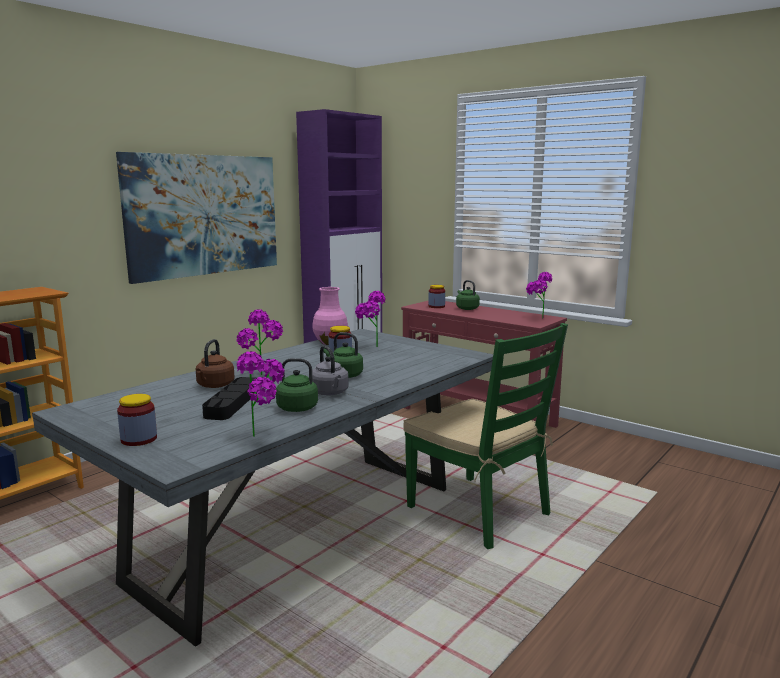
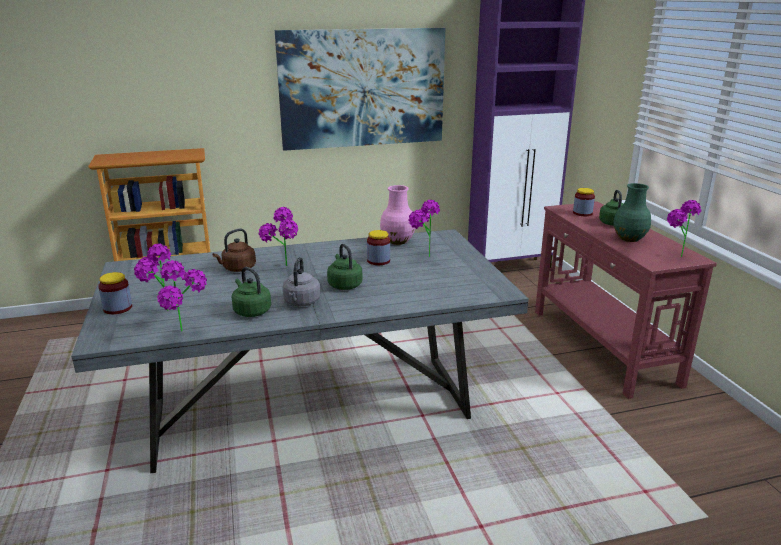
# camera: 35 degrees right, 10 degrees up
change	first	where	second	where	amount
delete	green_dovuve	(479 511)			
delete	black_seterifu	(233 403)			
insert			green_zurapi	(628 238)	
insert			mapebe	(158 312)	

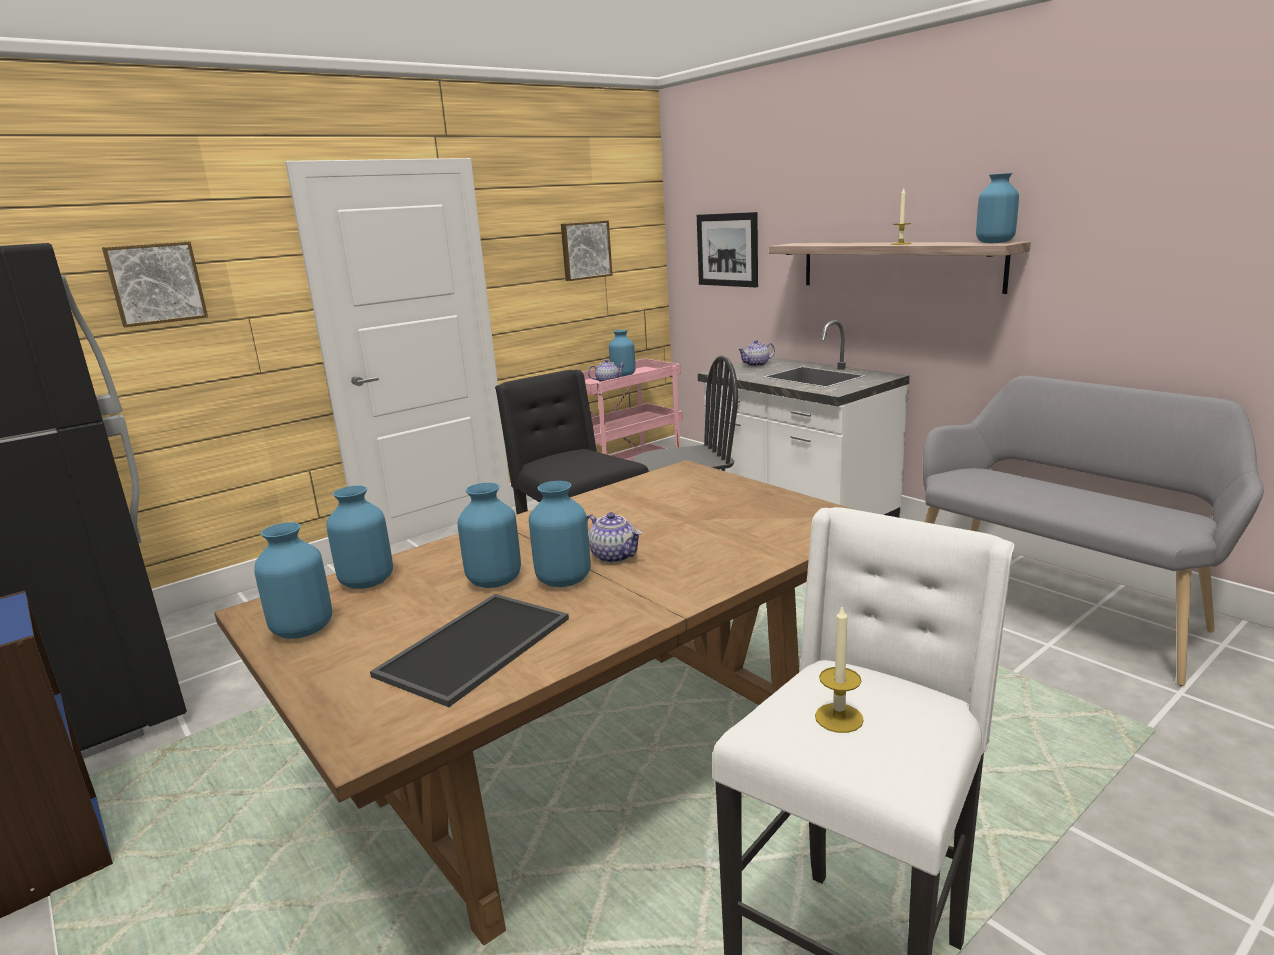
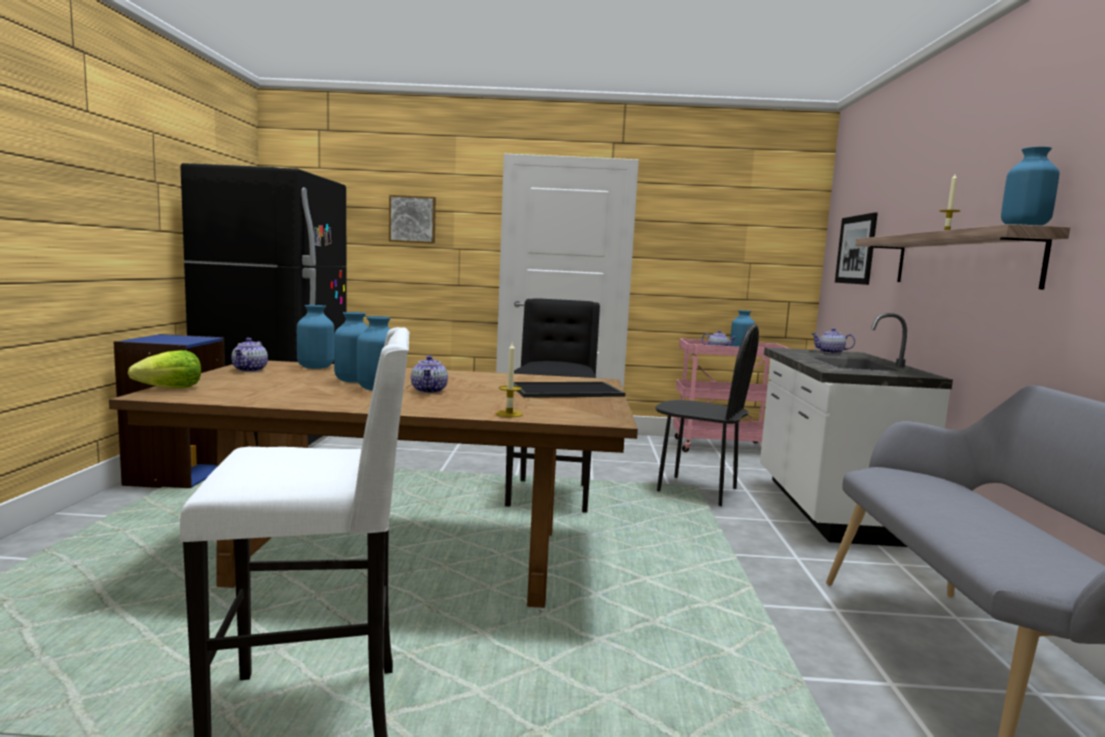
# camera: 40 degrees right, 10 degrees down
change	first	where	second	where	amount
delete	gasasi	(585 250)			
replace	blue_zurapi	(303 629)	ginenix	(250 370)	
move	seterifu	(476 648)		(565 391)	
move	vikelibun	(839 718)		(509 414)	
insert			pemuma	(171 389)	

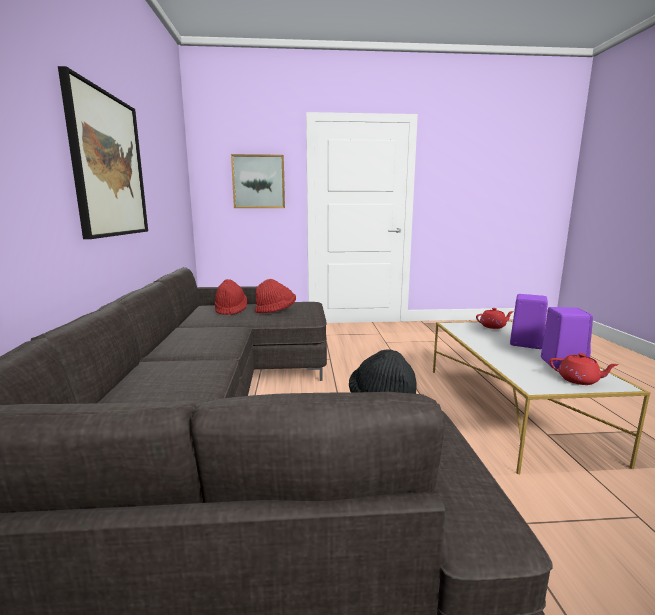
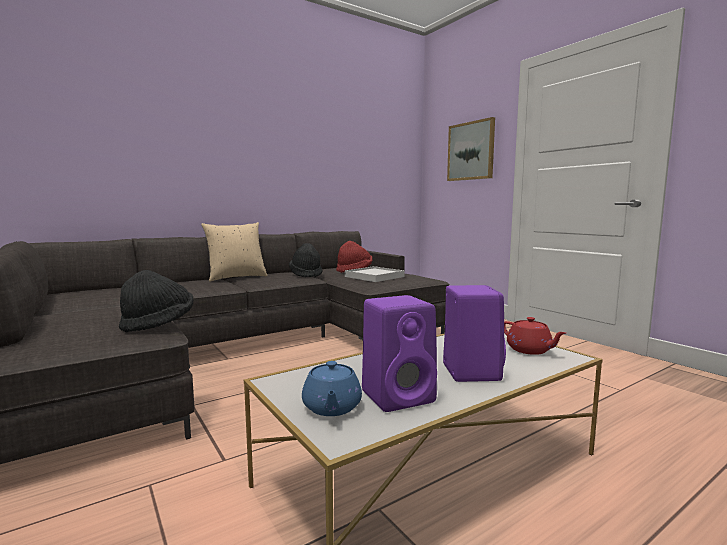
# camera: 60 degrees right, 5 degrees down
change	first	where	second	where	amount
delete	gasasi	(108 165)			
replace	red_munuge	(276 311)	white_seterifu	(374 277)	
recolor	red_ginenix	(579 380)	blue_ginenix	(331 407)	
insert			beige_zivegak	(236 277)	
insert			black_munuge	(306 274)	

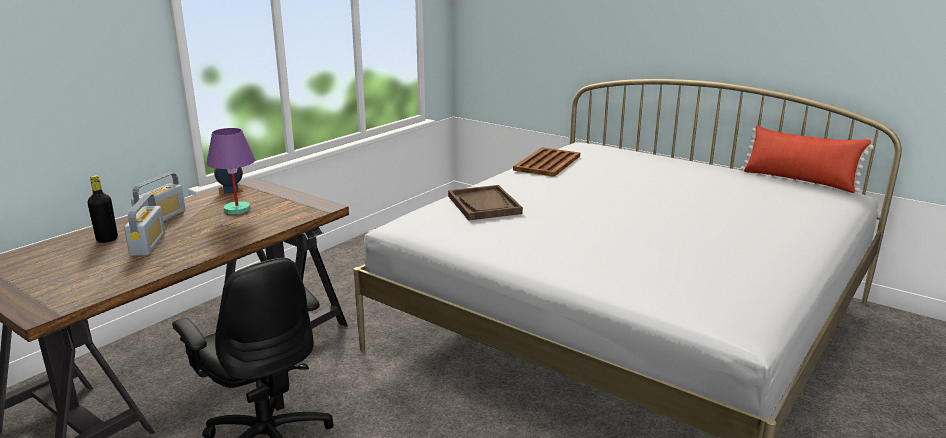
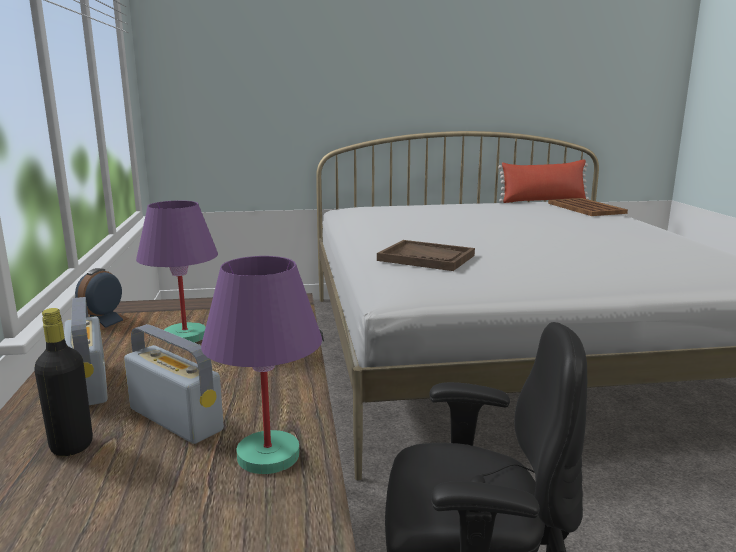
# camera: 45 degrees left, 5 degrees down
change	first	where	second	where	amount
move	brown_seterifu	(548 163)		(585 208)	
insert			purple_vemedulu	(270 456)	

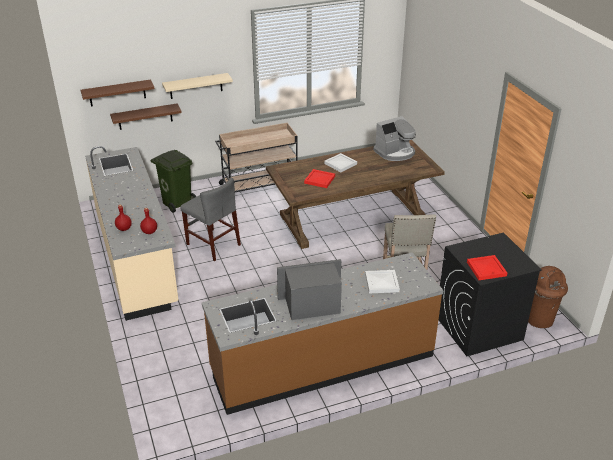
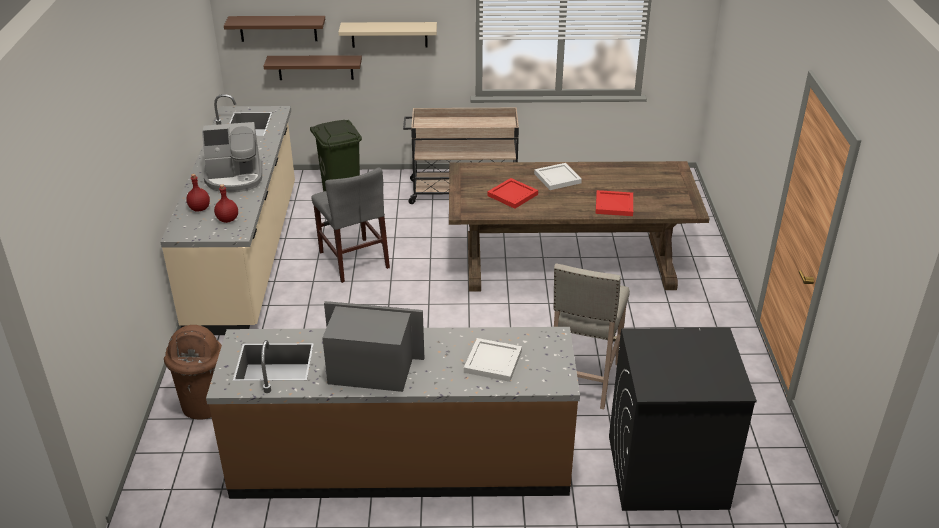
# camera: 20 degrees right, 0 degrees up
change	first	where	second	where	amount
move	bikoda	(395 152)		(234 178)	
move	red_seterifu	(485 268)		(613 204)	
move	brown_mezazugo	(540 319)		(204 405)	

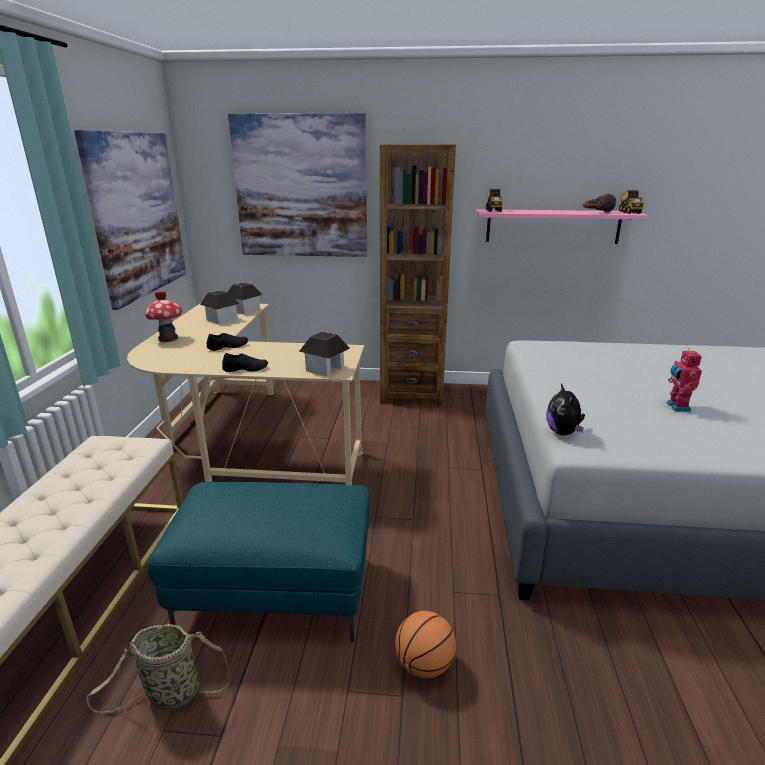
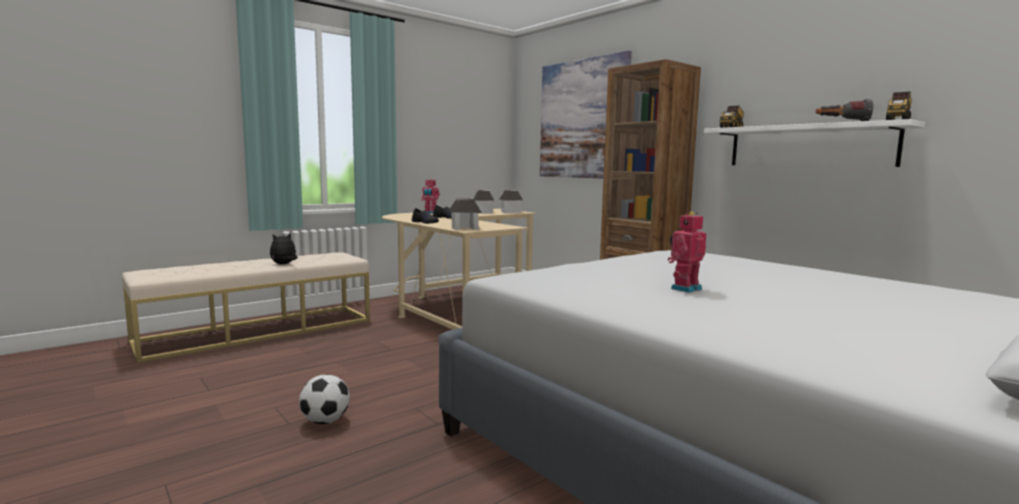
# camera: 45 degrees right, 15 degrees down
change	first	where	second	where	amount
delete	gasasi	(137 215)			
recolor	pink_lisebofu	(553 226)	white_lisebofu	(808 146)	
replace	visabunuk	(168 339)	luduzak	(430 213)	
move	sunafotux	(563 432)		(284 264)	
delete	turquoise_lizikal	(277 591)			
replace	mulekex	(424 665)	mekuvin	(325 421)	
delete	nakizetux	(169 695)			

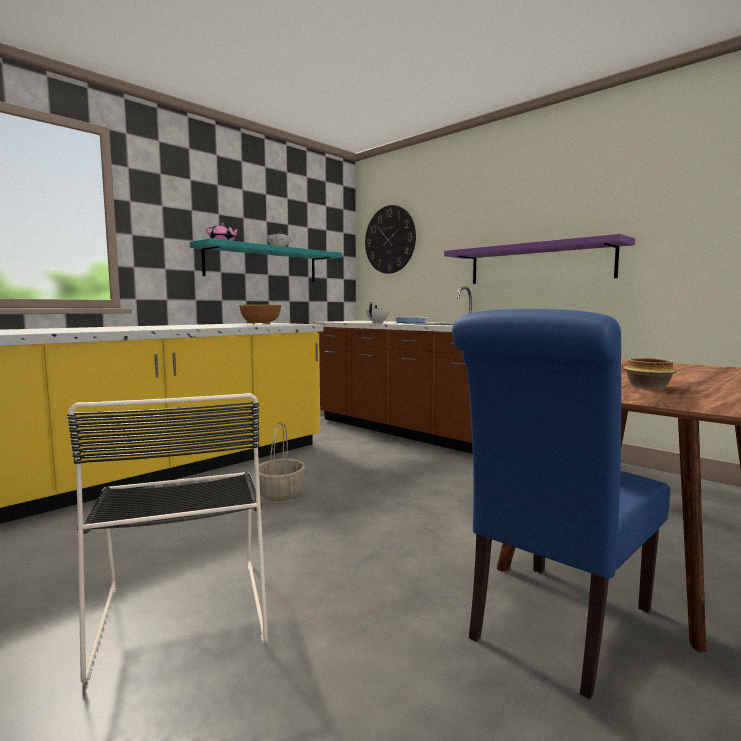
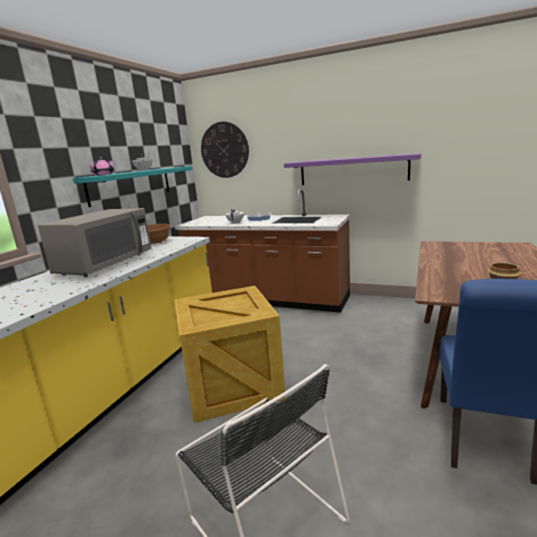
# camera: 20 degrees left, 10 degrees up
change	first	where	second	where	amount
replace	nakizetux	(280 493)	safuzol	(230 384)	
insert			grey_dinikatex	(105 265)	

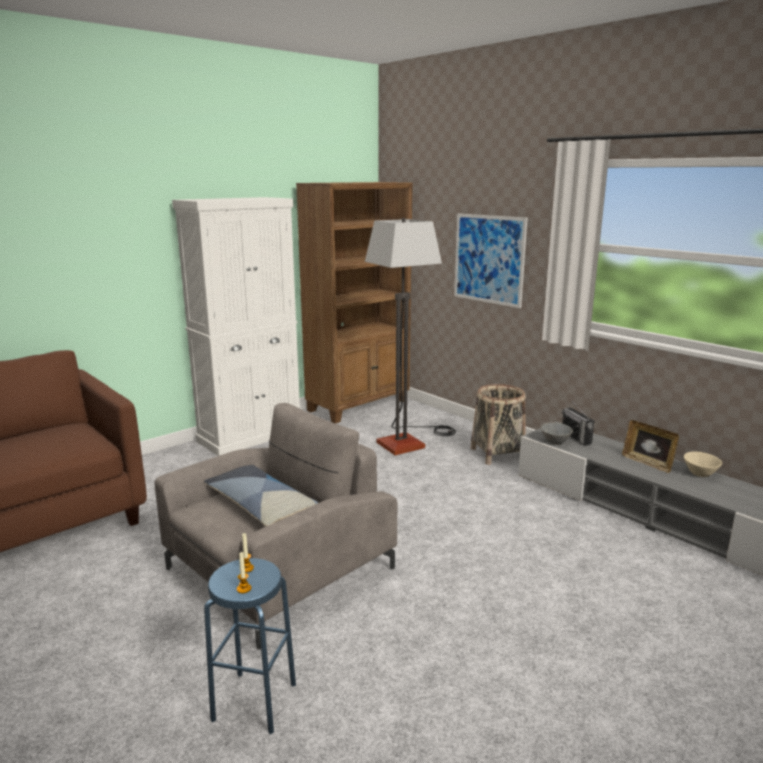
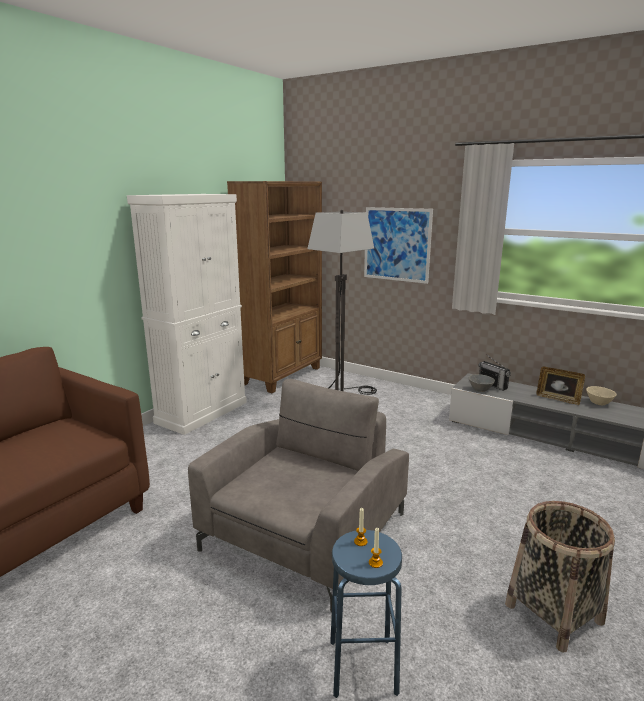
# camera: 15 degrees left, 0 degrees up
change	first	where	second	where	amount
move	nakizetux	(497 454)		(553 613)	
delete	zivegak	(259 504)			

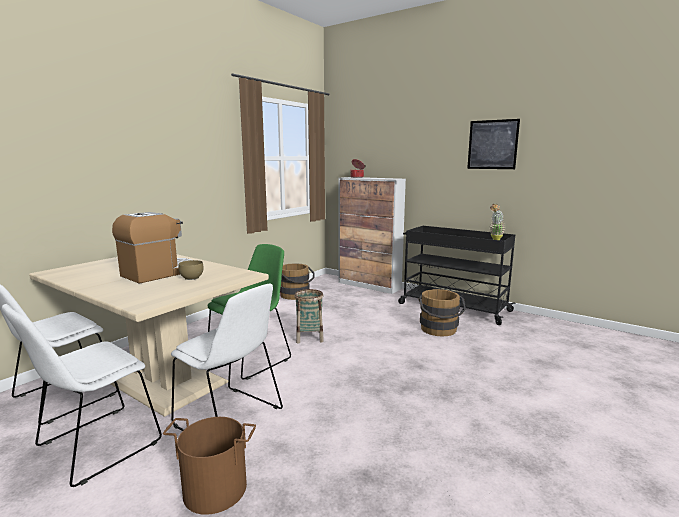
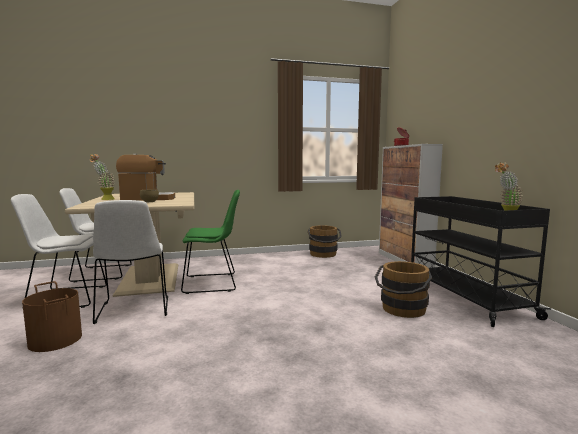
# camera: 40 degrees right, 5 degrees down
change	first	where	second	where	amount
delete	gasasi	(492 144)			
delete	nakizetux	(309 337)			
insert			mapebe	(104 199)	

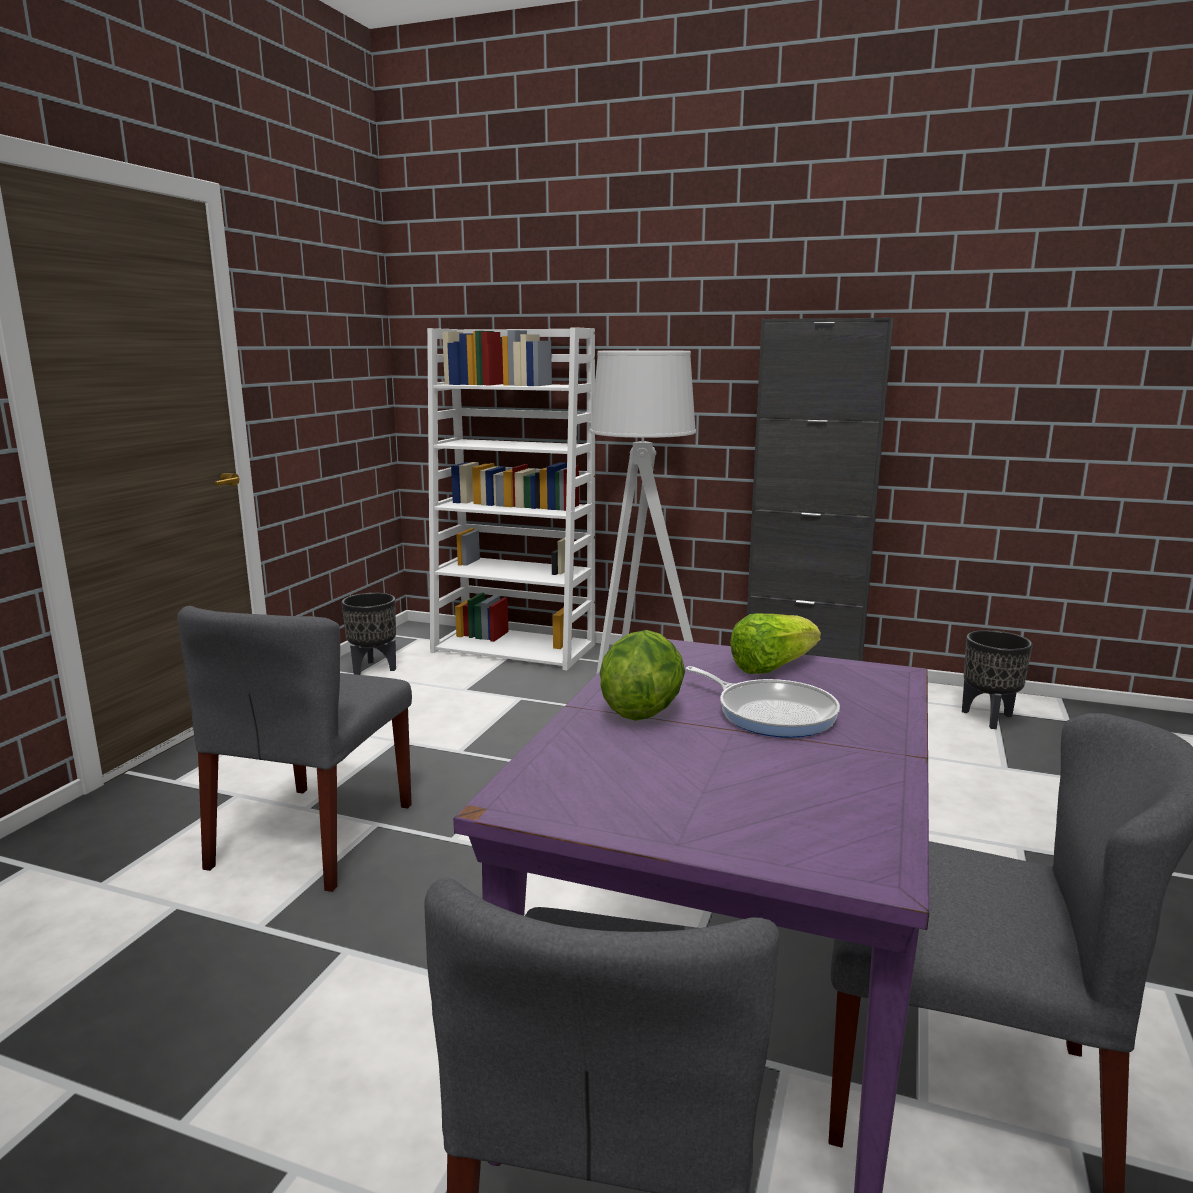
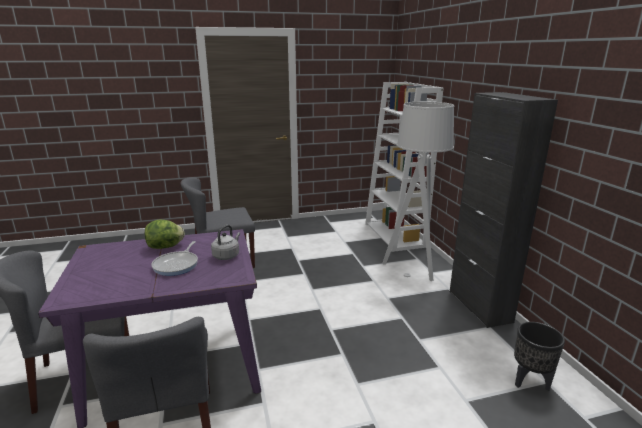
# camera: 55 degrees right, 5 degrees up
change	first	where	second	where	amount
delete	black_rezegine	(373 668)			
replace	pemuma	(771 667)	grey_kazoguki	(227 256)	

